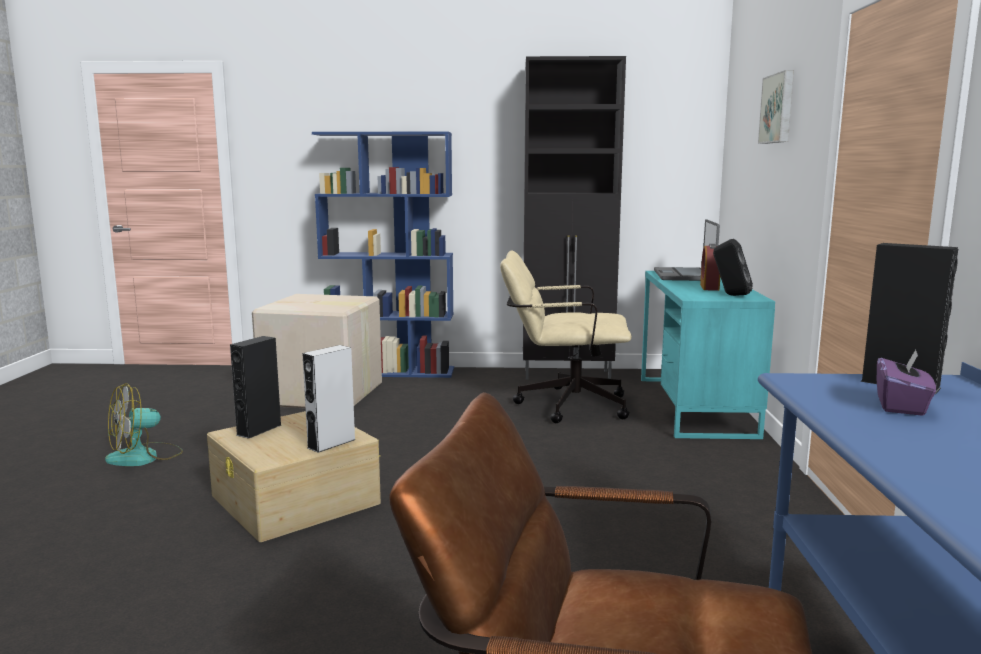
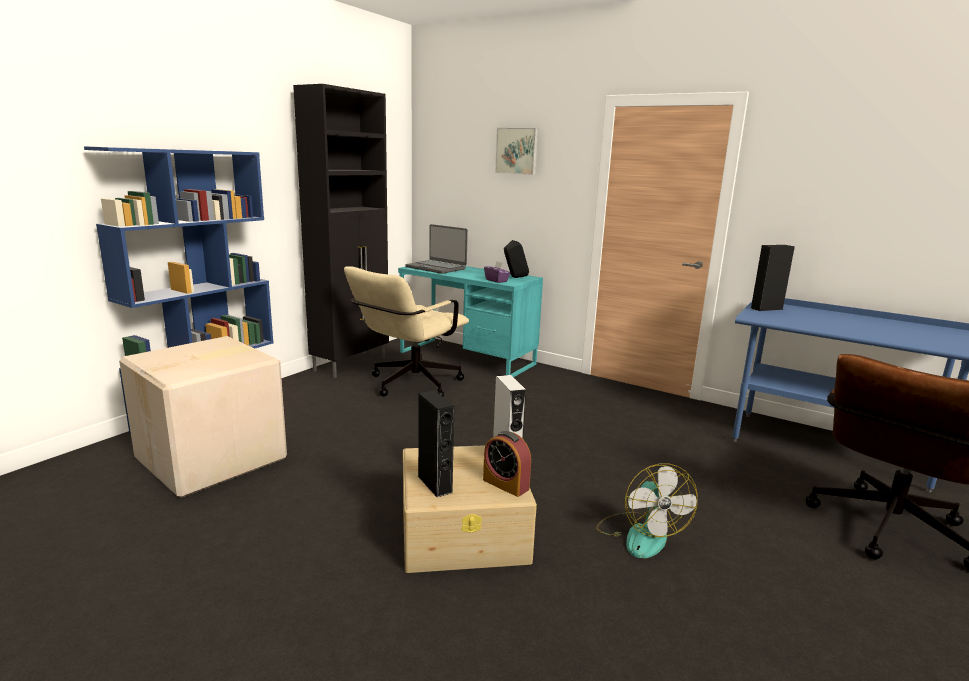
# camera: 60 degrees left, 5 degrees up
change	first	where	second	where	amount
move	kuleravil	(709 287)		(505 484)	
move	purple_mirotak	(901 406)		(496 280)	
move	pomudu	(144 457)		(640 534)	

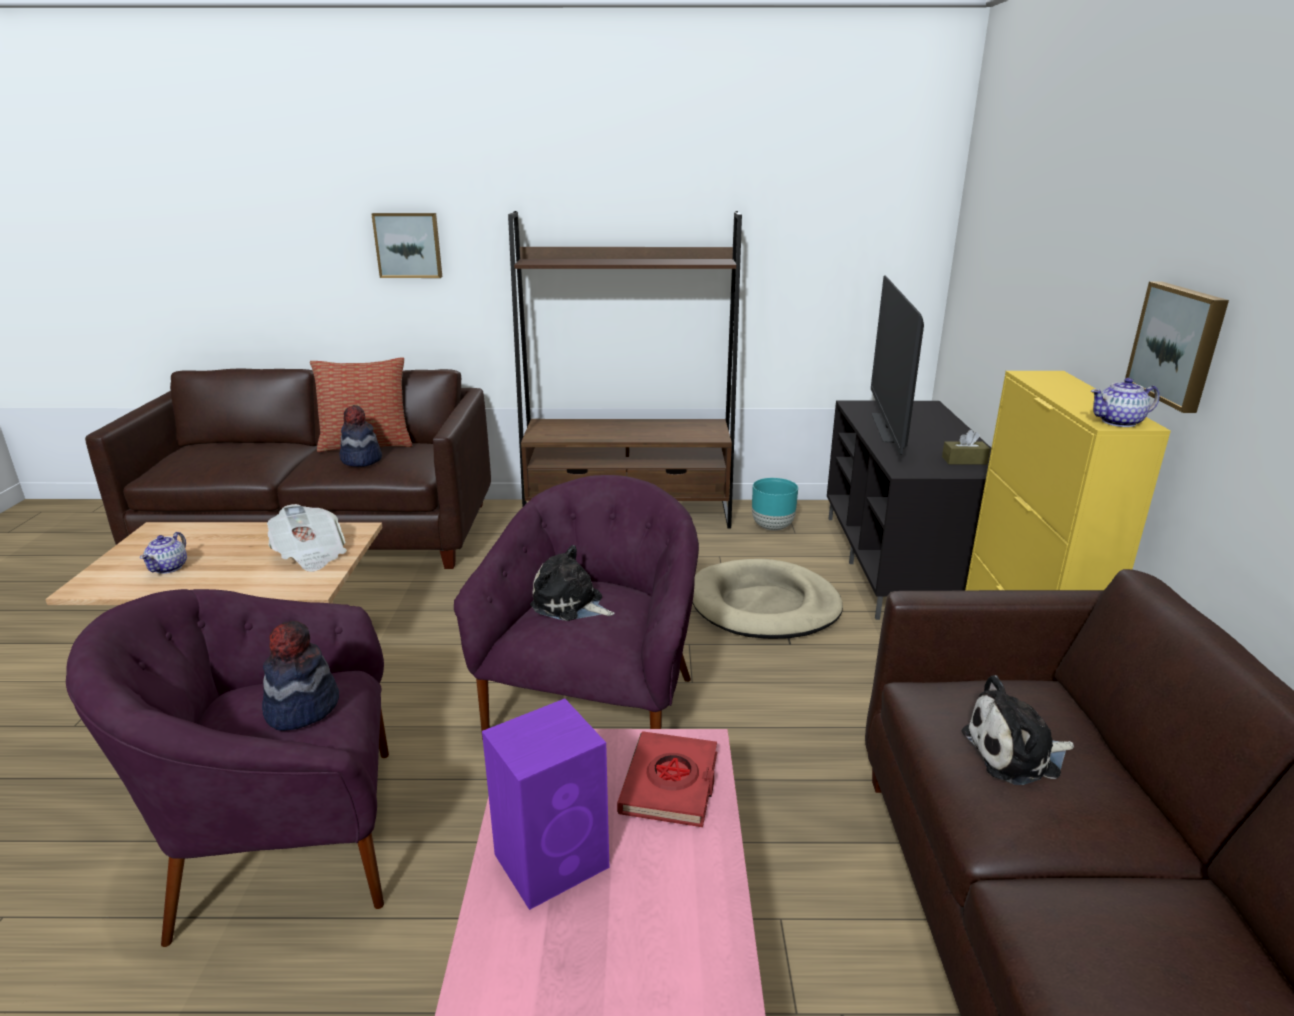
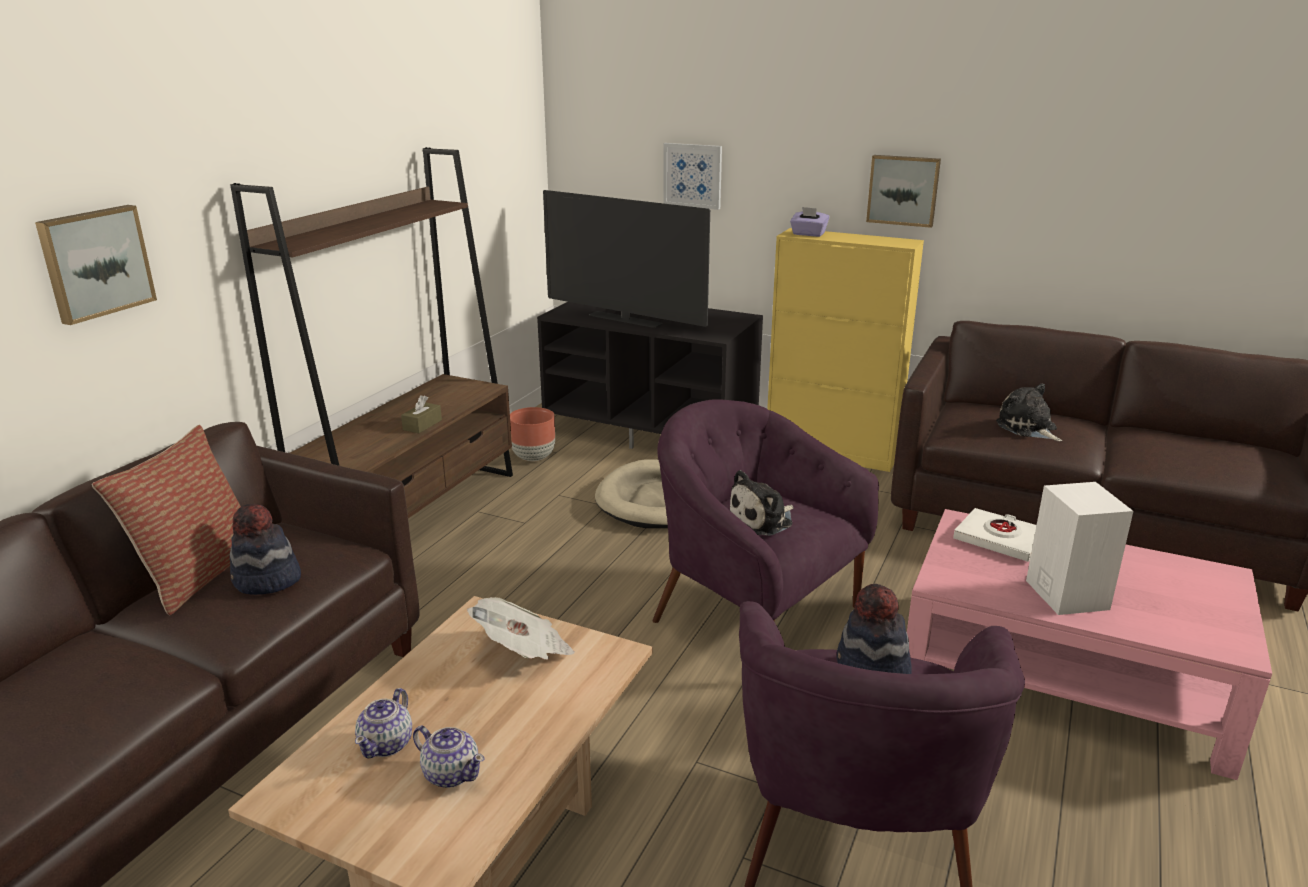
# camera: 65 degrees left, 0 degrees up
change	first	where	second	where	amount
move	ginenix	(1119 422)		(387 744)	
move	brown_mirotak	(964 460)		(422 425)	
recolor	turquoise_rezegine	(773 527)	brown_rezegine	(533 457)	
rotate	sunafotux	(1016 754)		(1028 428)	135 degrees clockwise
recolor	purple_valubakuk	(554 859)	white_valubakuk	(1065 594)	
recolor	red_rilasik	(670 784)	white_rilasik	(999 540)	
insert			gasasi	(692 175)	
insert			purple_mirotak	(808 234)	

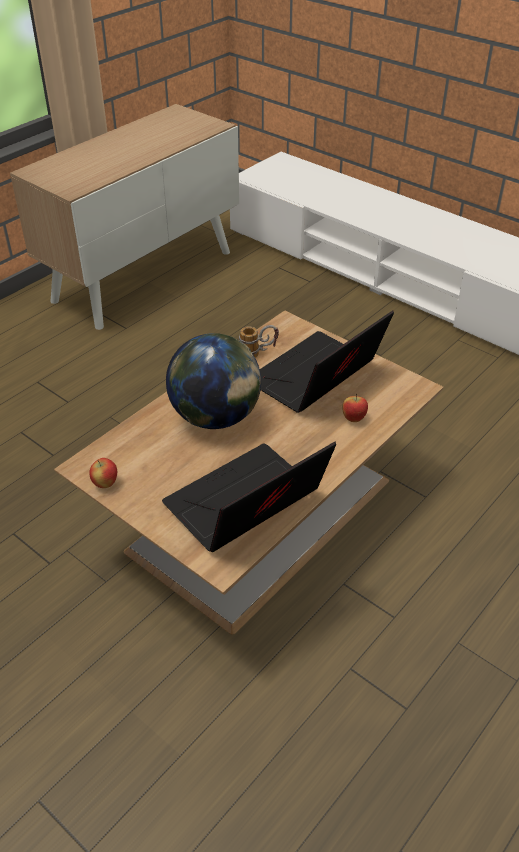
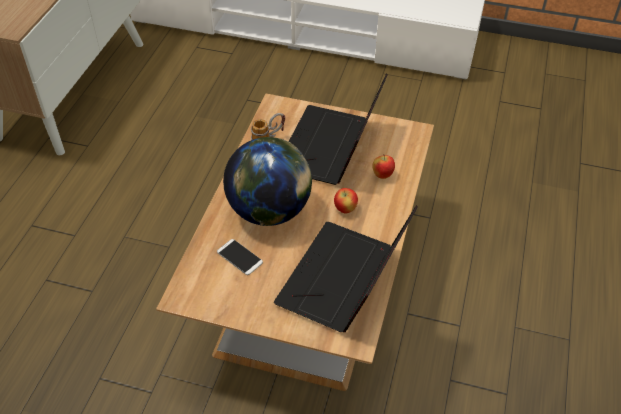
# camera: 25 degrees left, 5 degrees up
change	first	where	second	where	amount
move	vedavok	(105 483)		(345 209)	
insert			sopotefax	(239 257)	

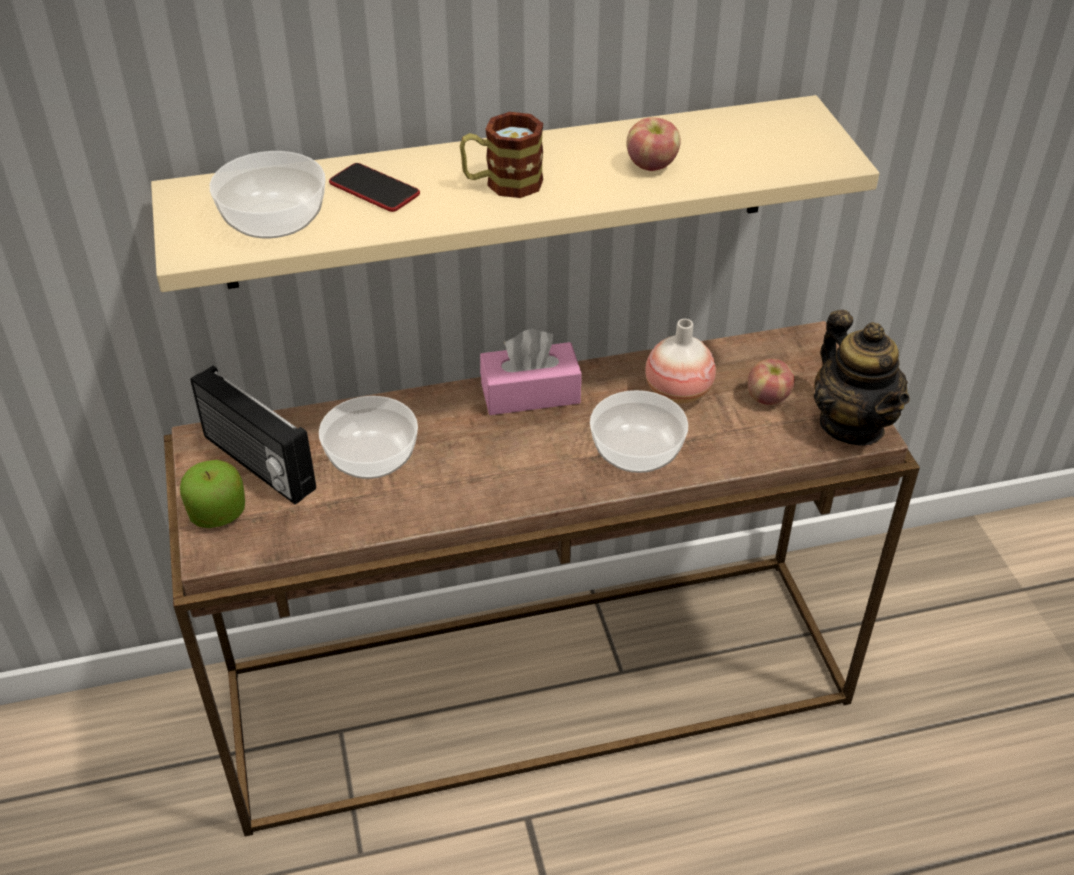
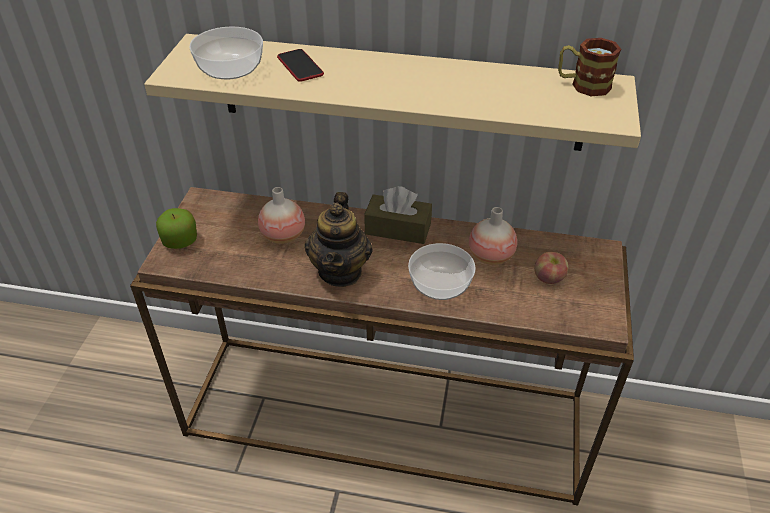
# camera: 25 degrees right, 0 degrees up
change	first	where	second	where	amount
move	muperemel	(502 183)		(582 85)	
delete	vedavok	(652 165)			
move	ginenix	(852 424)		(340 271)	
recolor	pink_mirotak	(530 393)	brown_mirotak	(398 229)	
delete	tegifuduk	(257 464)			
replace	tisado	(372 455)	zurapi	(283 236)	

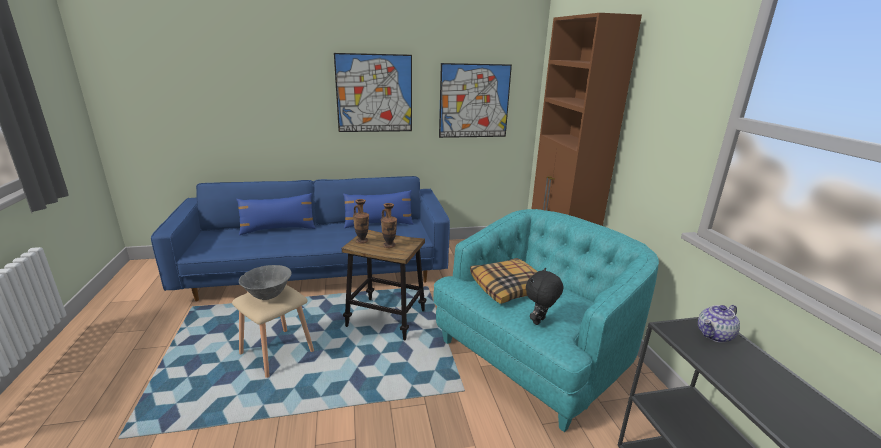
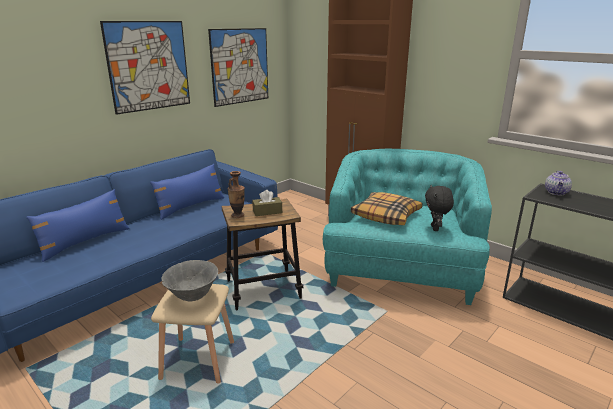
# camera: 35 degrees left, 0 degrees up
change	first	where	second	where	amount
replace	zurapi	(389 245)	brown_mirotak	(267 212)	

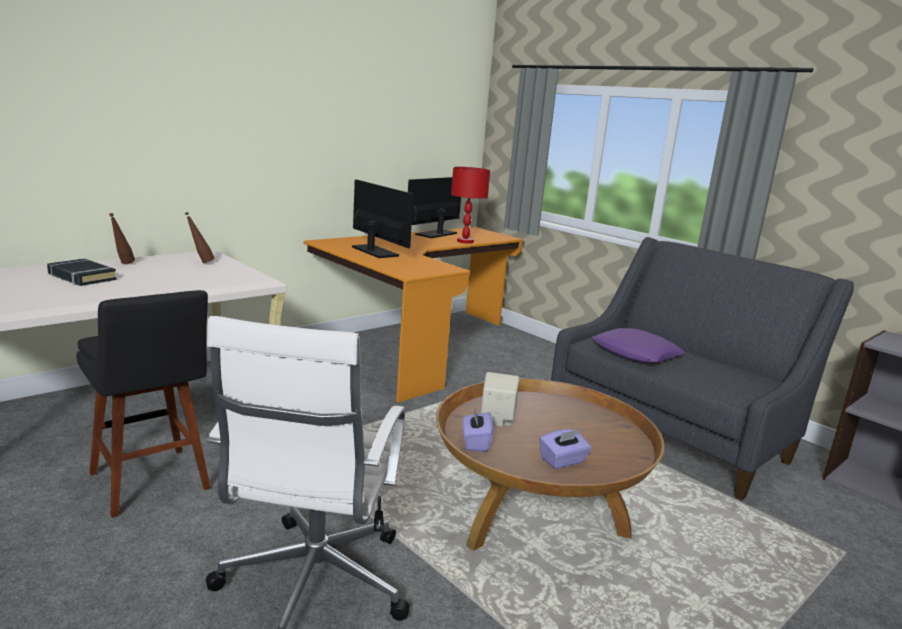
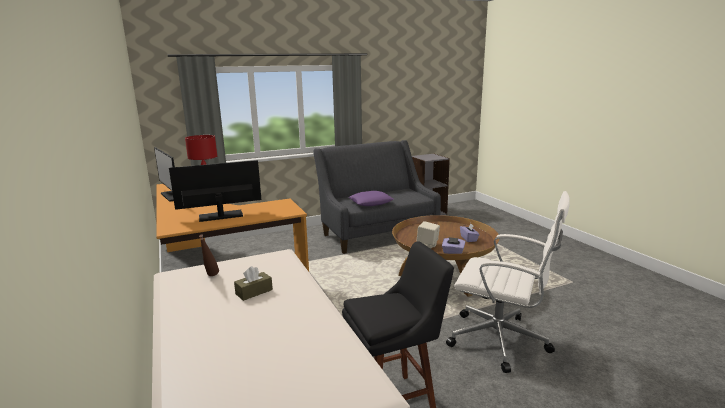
# camera: 70 degrees left, 0 degrees up
change	first	where	second	where	amount
delete	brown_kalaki	(123 264)			
delete	black_rilasik	(81 277)			
insert			brown_mirotak	(254 292)	

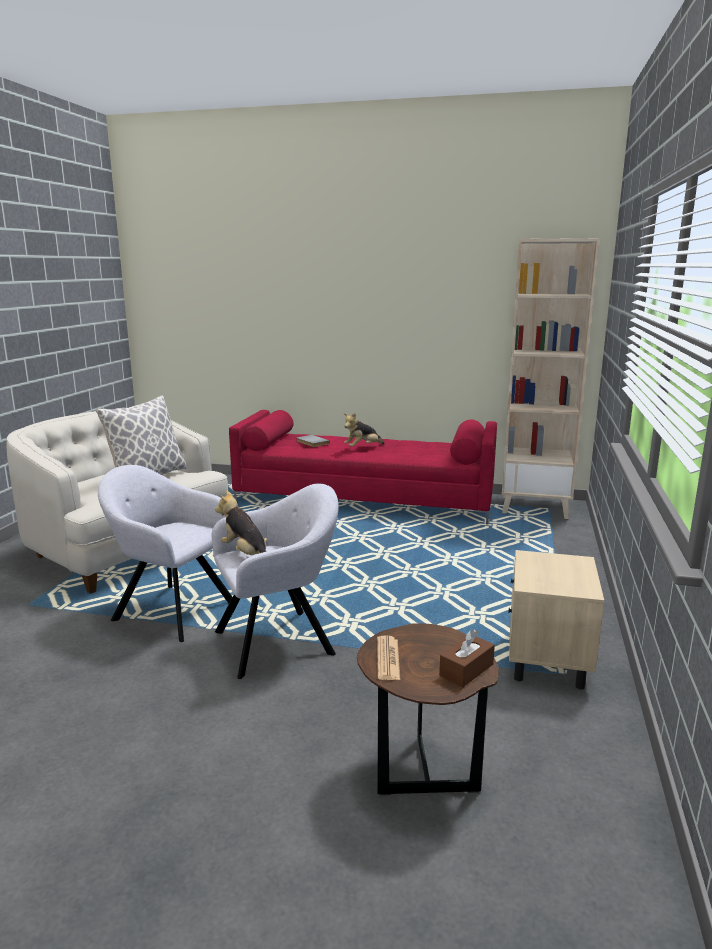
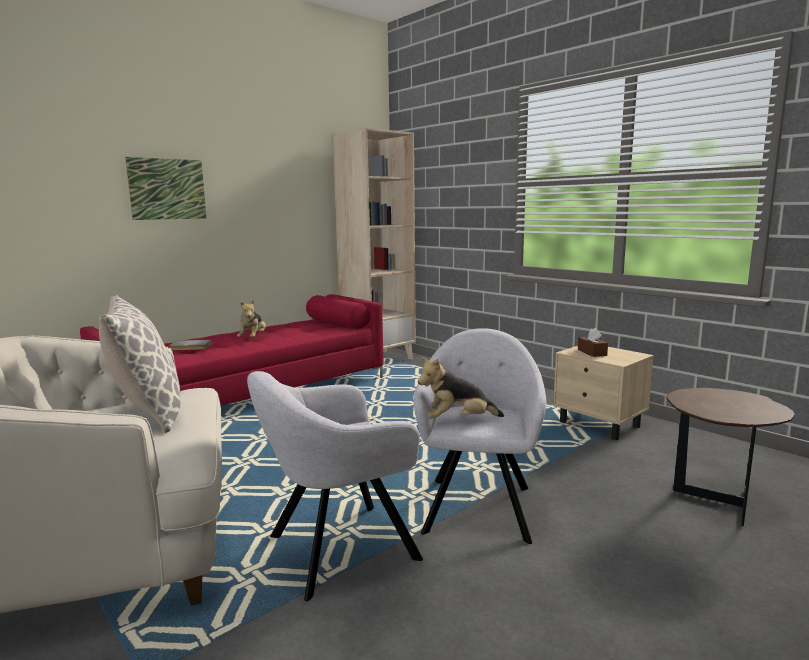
# camera: 55 degrees left, 5 degrees down
change	first	where	second	where	amount
move	brown_mirotak	(466 670)		(592 352)	
delete	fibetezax	(388 659)			
insert			gasasi	(167 189)	

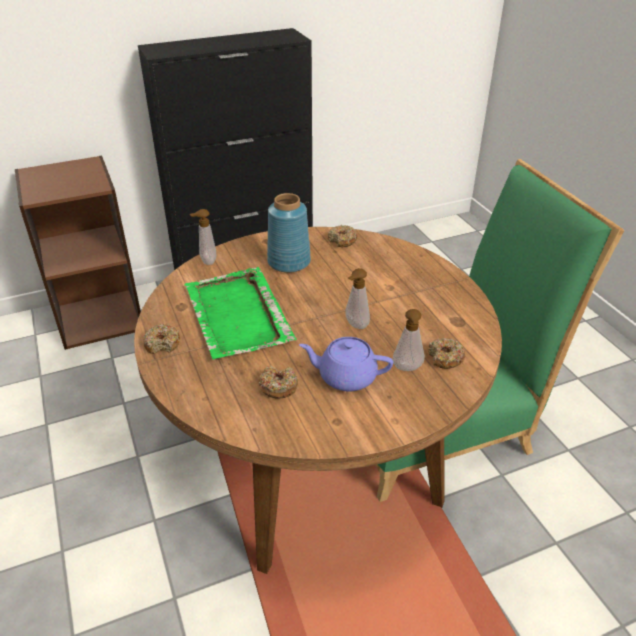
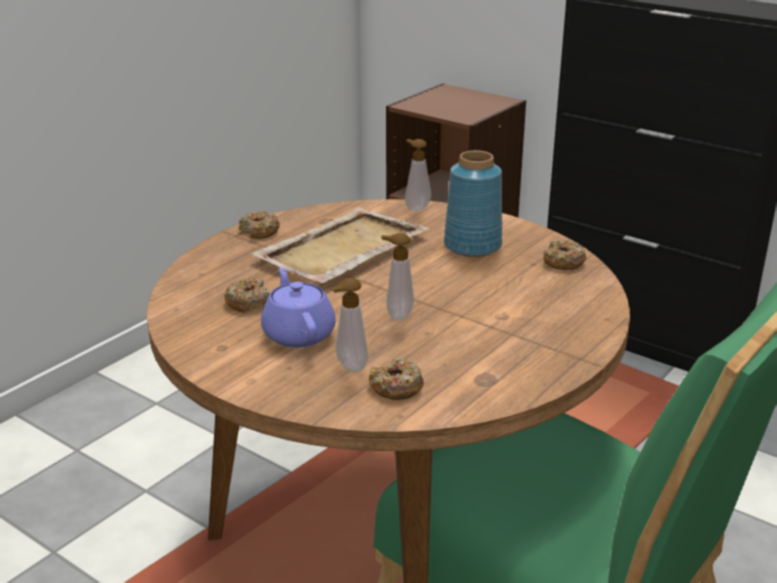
# camera: 60 degrees right, 10 degrees down
change	first	where	second	where	amount
recolor	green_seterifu	(238 316)	beige_seterifu	(340 250)	

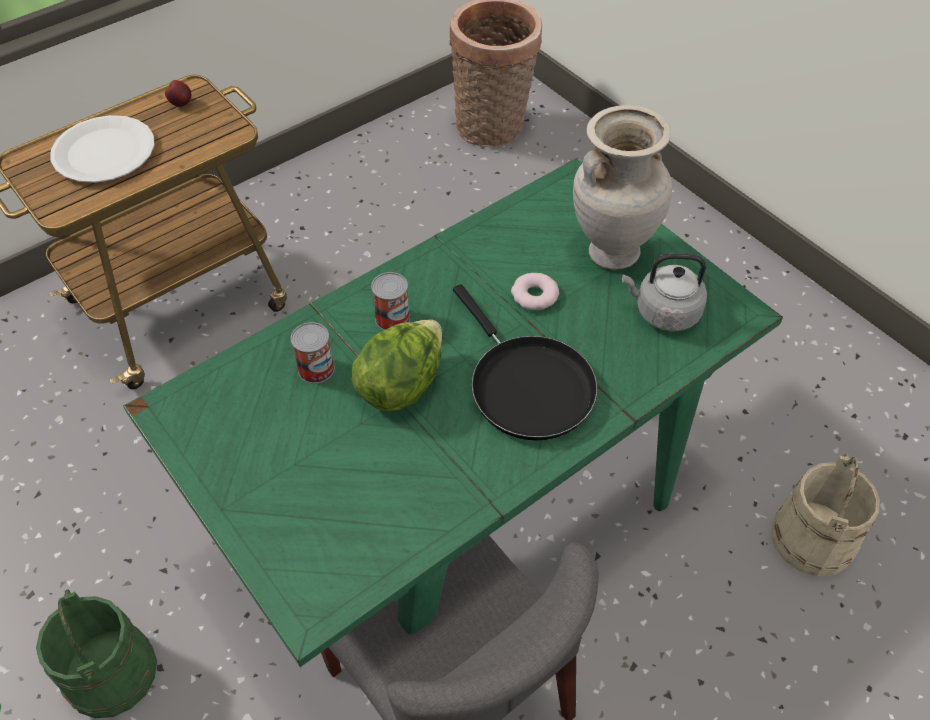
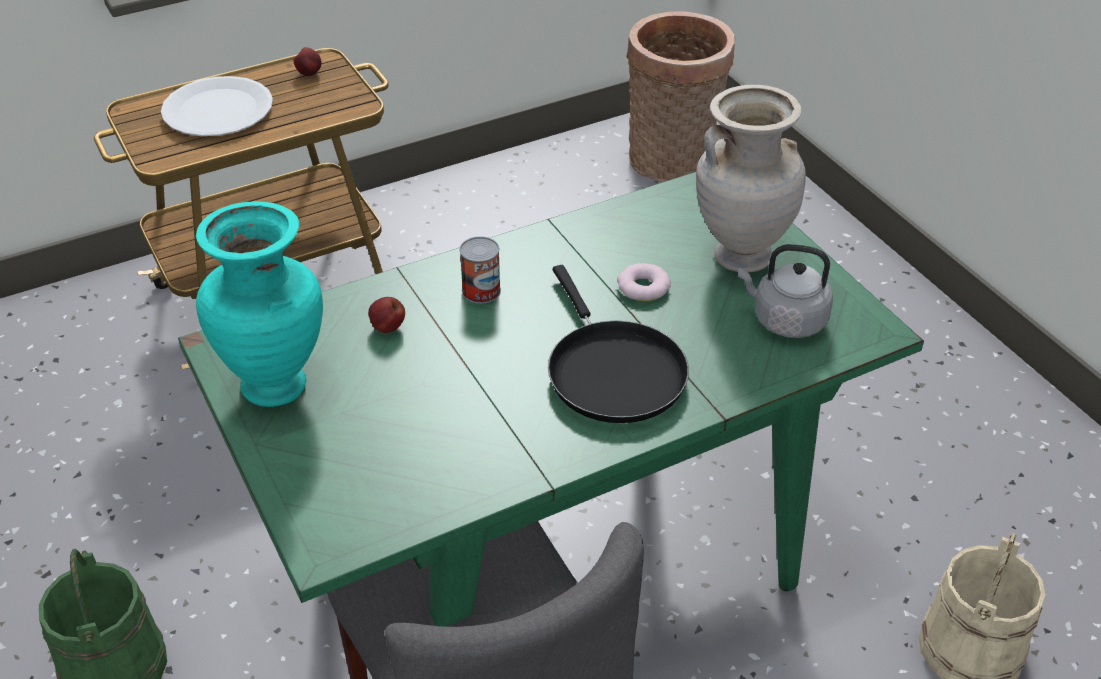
# camera: 10 degrees right, 10 degrees down
change	first	where	second	where	amount
delete	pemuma	(402 384)			
replace	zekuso	(316 369)	vedavok	(387 328)	
insert			turquoise_zurapi	(277 385)	

